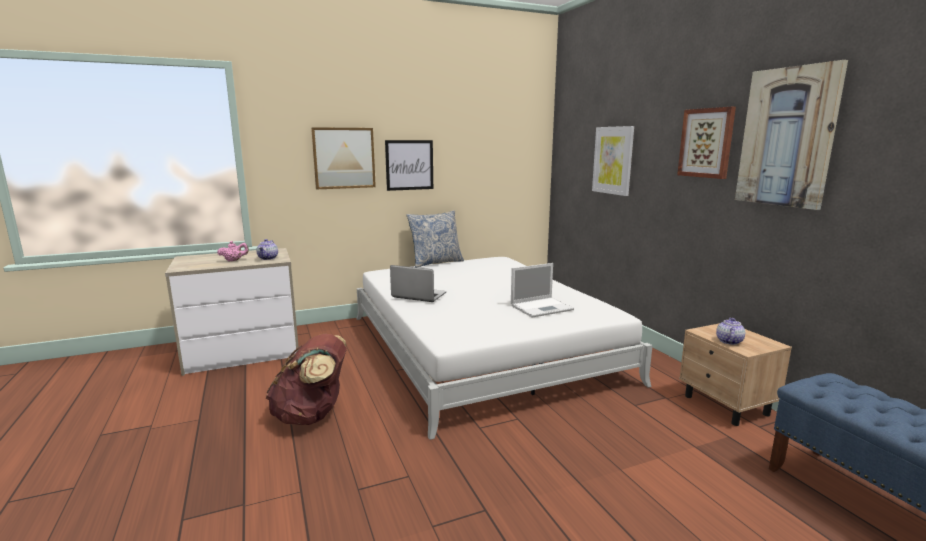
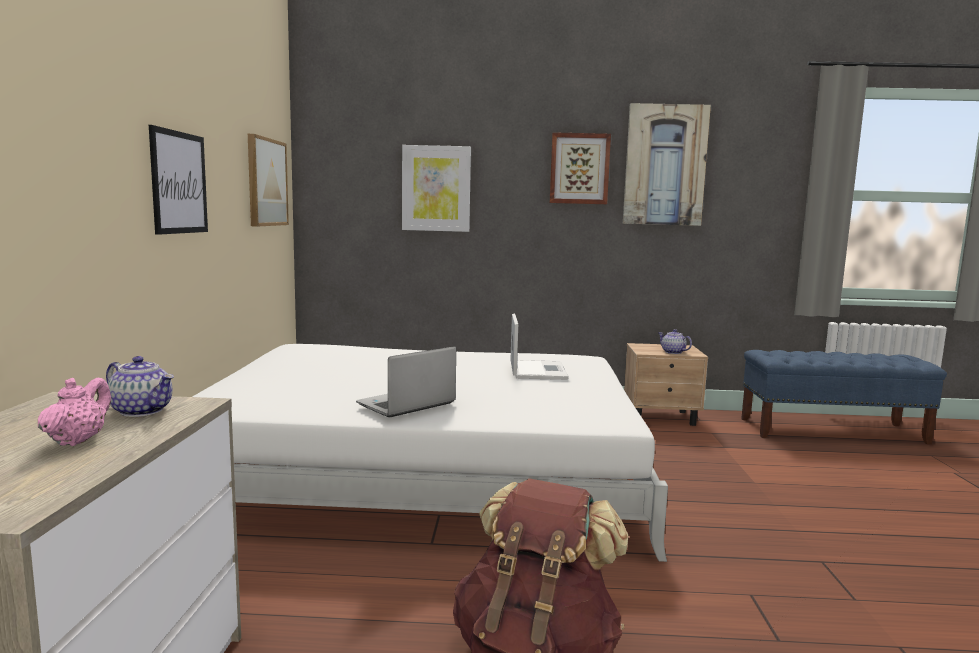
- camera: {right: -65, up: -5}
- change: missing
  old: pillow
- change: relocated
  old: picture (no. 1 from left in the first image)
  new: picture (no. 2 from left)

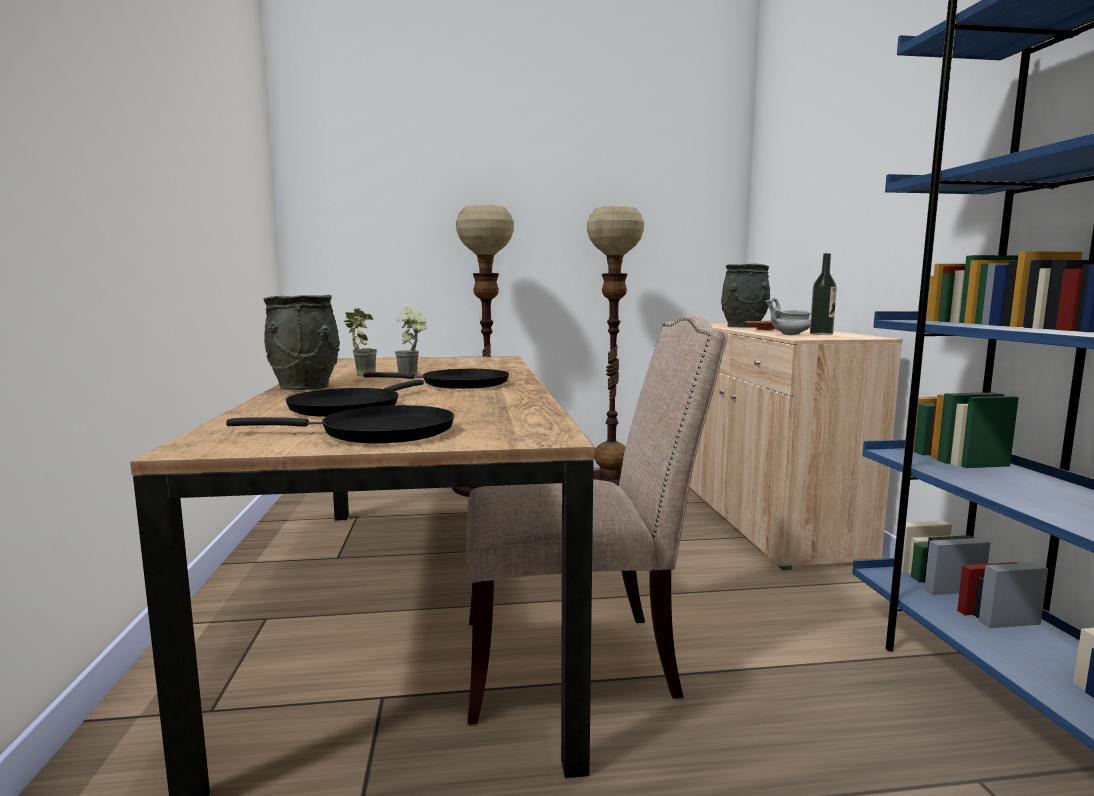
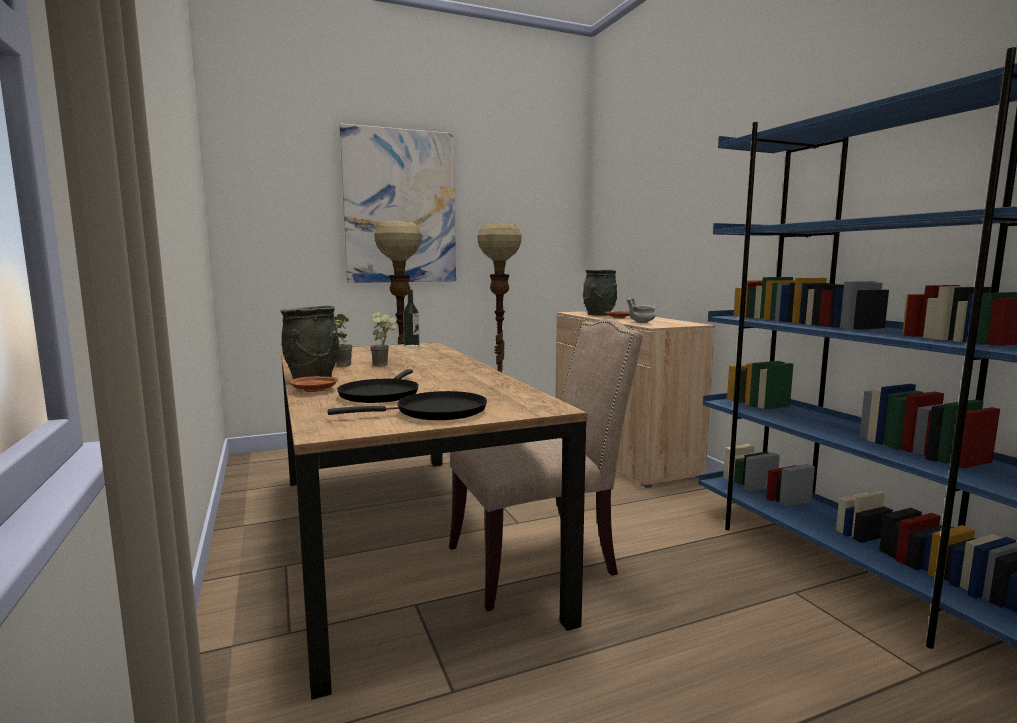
- camera: {right: -15, up: 0}
- change: missing
  old: frying pan (black) (no. 3 from left)
- change: appeared
  new: plate (brown) (no. 1 from left)
- change: appeared
  new: picture
- change: relocated
  old: bottle

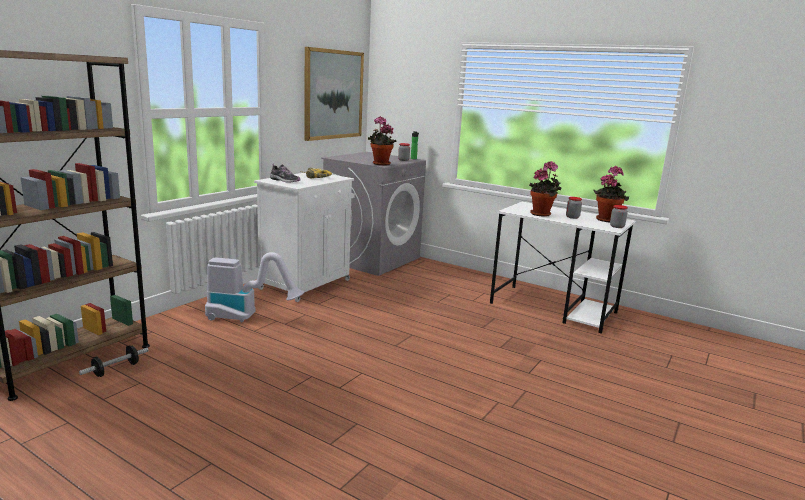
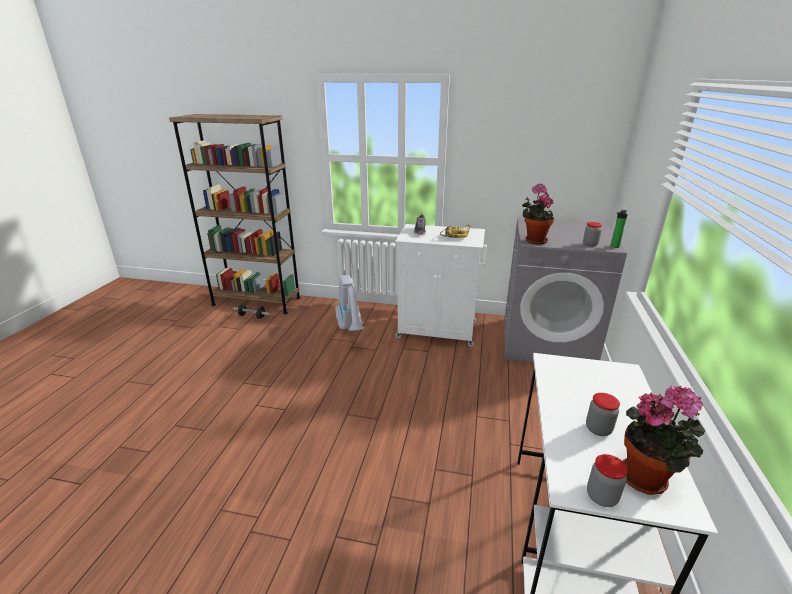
- camera: {right: 70, up: 10}
- change: missing
  old: picture
- change: missing
  old: potted plant (no. 2 from left)

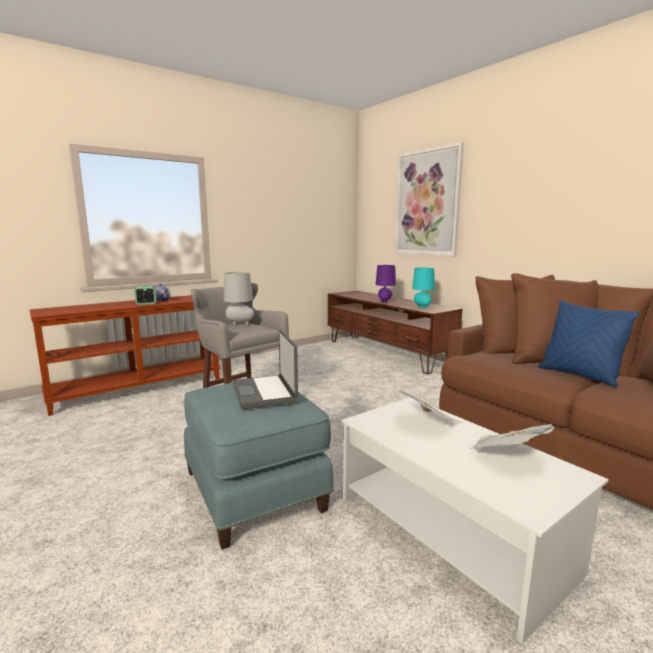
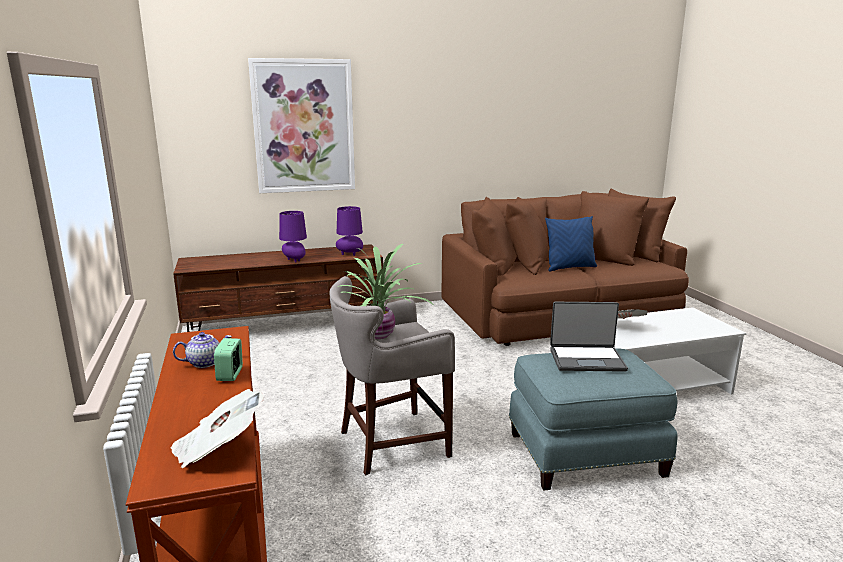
- camera: {right: -70, up: 5}
- change: relocated
  old: newspaper (no. 2 from left in the first image)
  new: newspaper (no. 1 from left)
- change: exchanged
  old: table lamp (grey)
  new: potted plant
- change: colour
  old: table lamp (turquoise)
  new: table lamp (purple) (no. 2 from left)

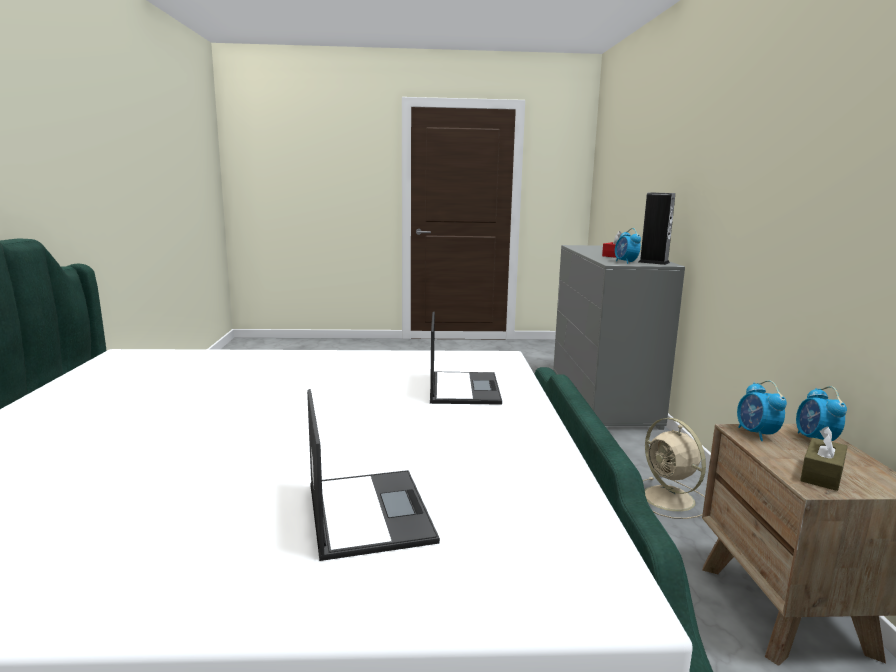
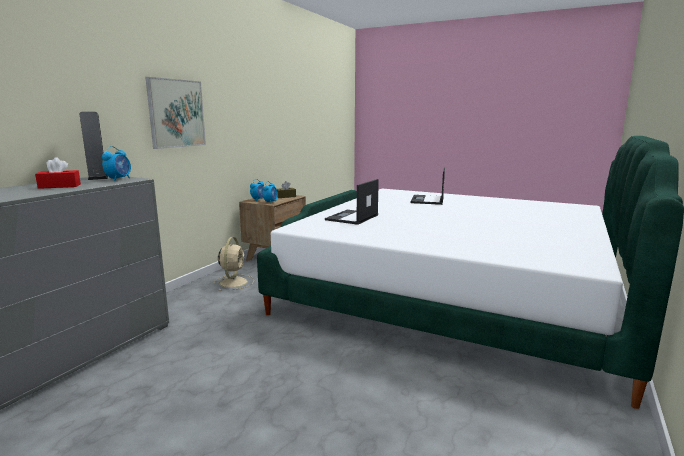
- camera: {right: -150, up: 0}
- change: appeared
  new: picture

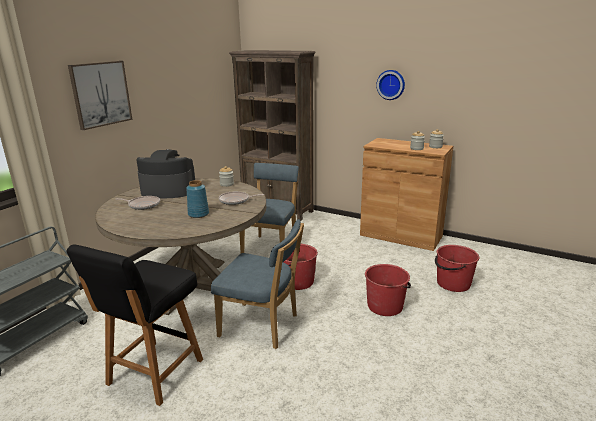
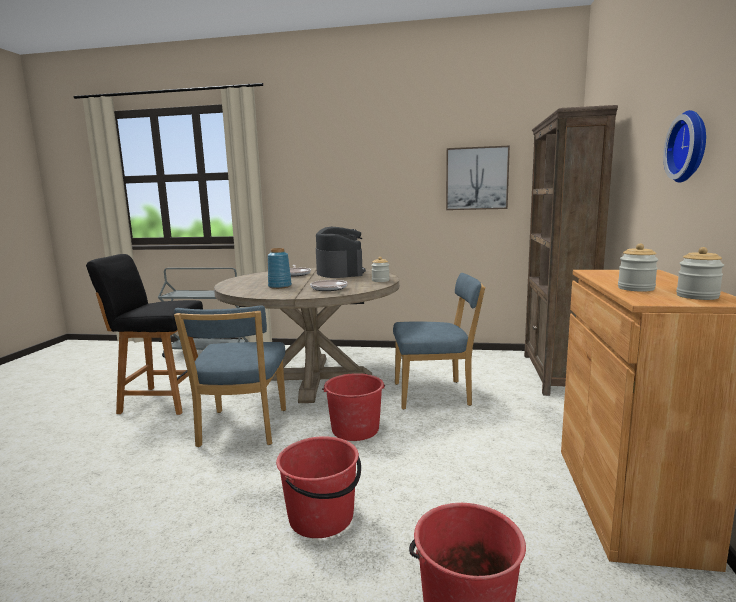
- camera: {right: 70, up: -10}
- change: relocated
  old: picture

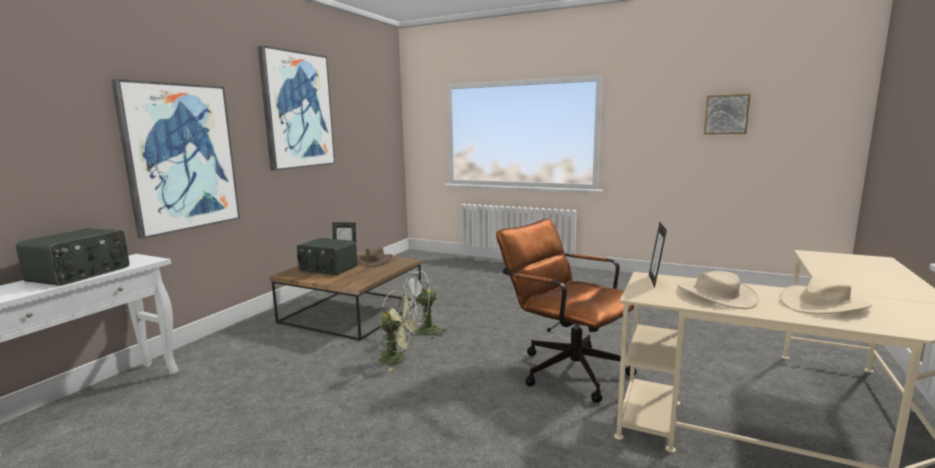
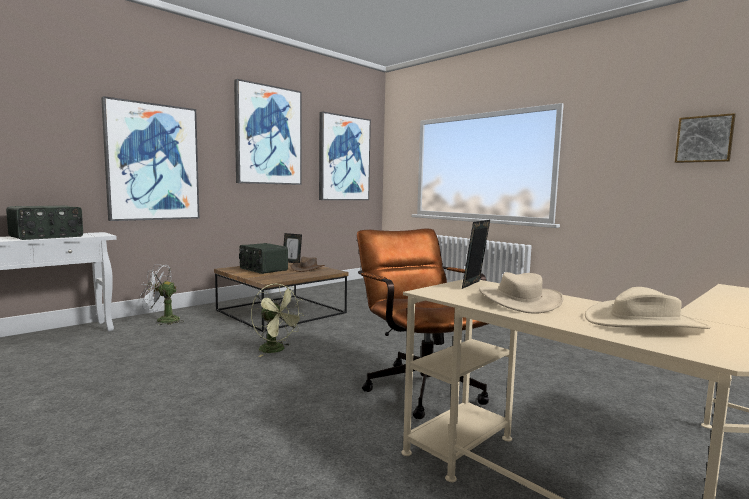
- camera: {right: 20, up: -5}
- change: appeared
  new: picture (no. 3 from left)
- change: relocated
  old: fan (white)

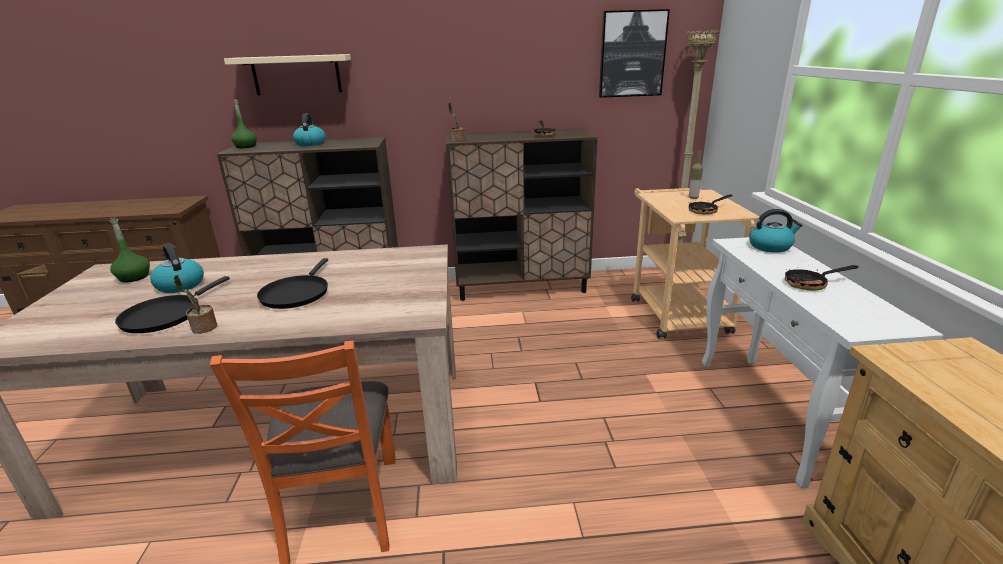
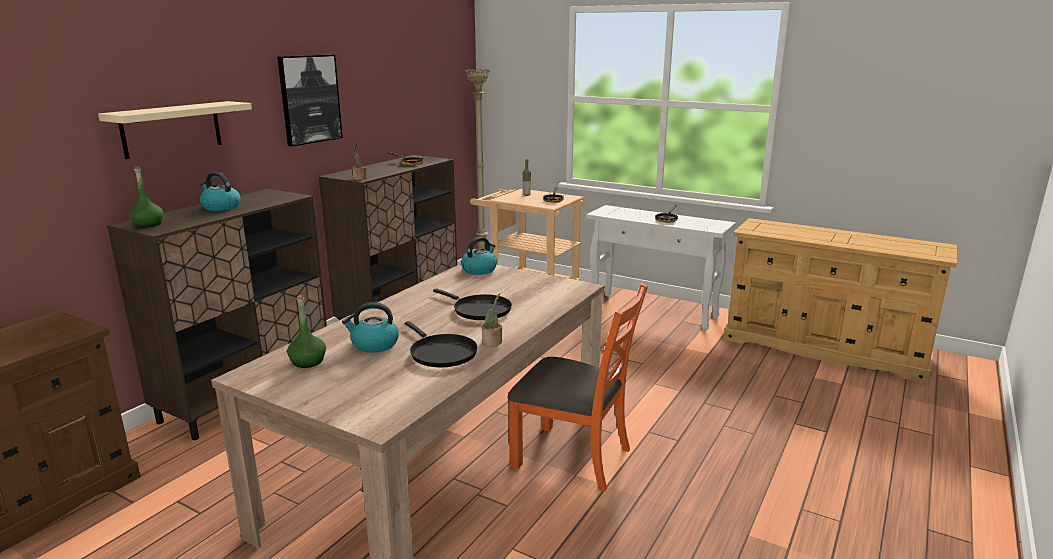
- camera: {right: -55, up: -5}
- change: relocated
  old: picture
- change: relocated
  old: kettle (no. 3 from left)

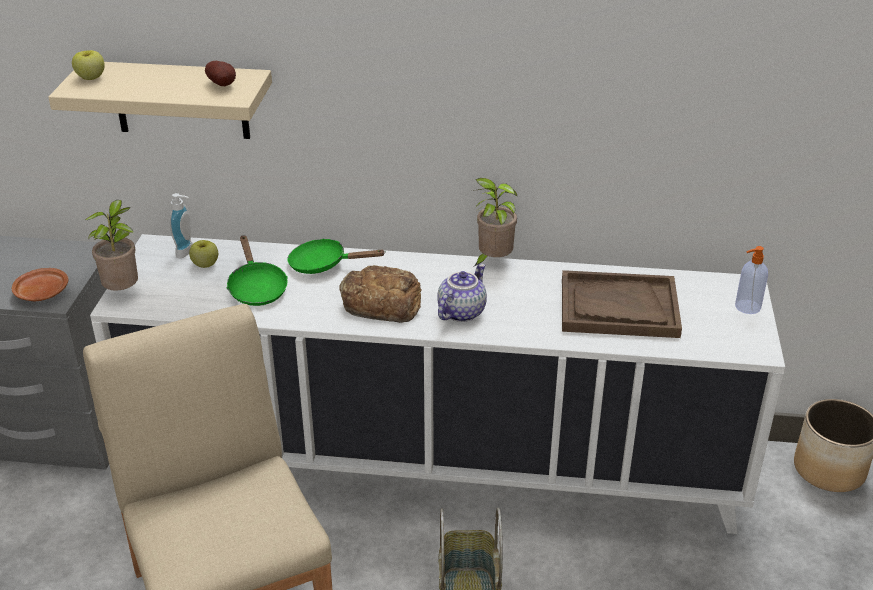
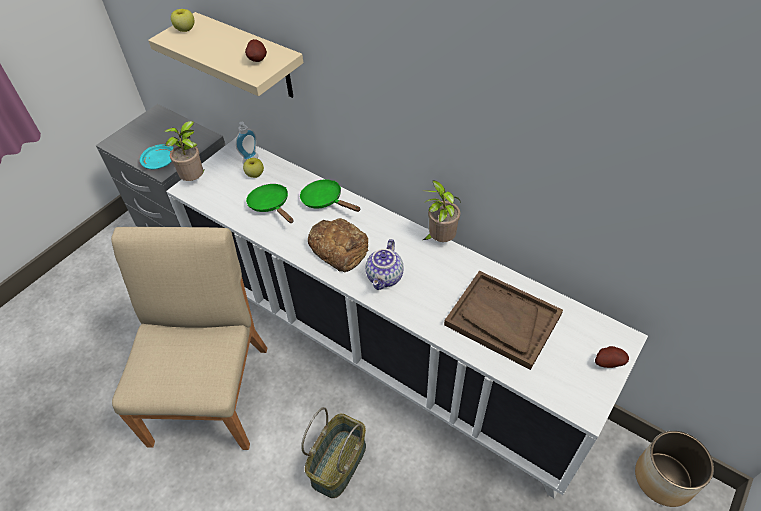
- camera: {right: 30, up: 15}
- change: exchanged
  old: soap dispenser (no. 2 from left)
  new: potato (no. 2 from left)
- change: colour
  old: plate (brown)
  new: plate (turquoise)
- change: spun
  old: frying pan (green) (no. 1 from left)
  degrees: 135
- change: spun
  old: teapot
  degrees: 135

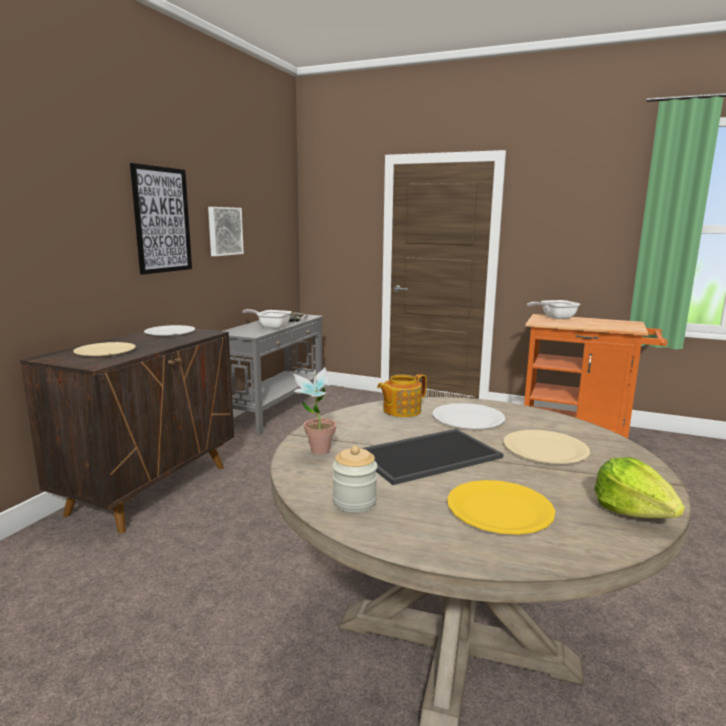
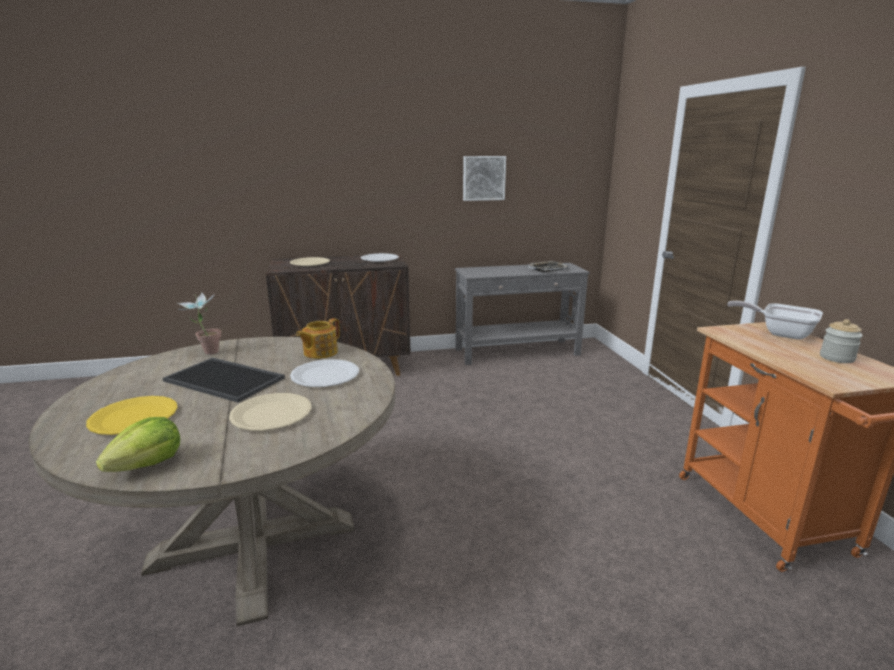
- camera: {right: 55, up: 5}
- change: missing
  old: picture (no. 1 from left)
- change: missing
  old: frying pan (no. 1 from left)
- change: relocated
  old: jar
- change: spun
  old: teapot
  degrees: -75

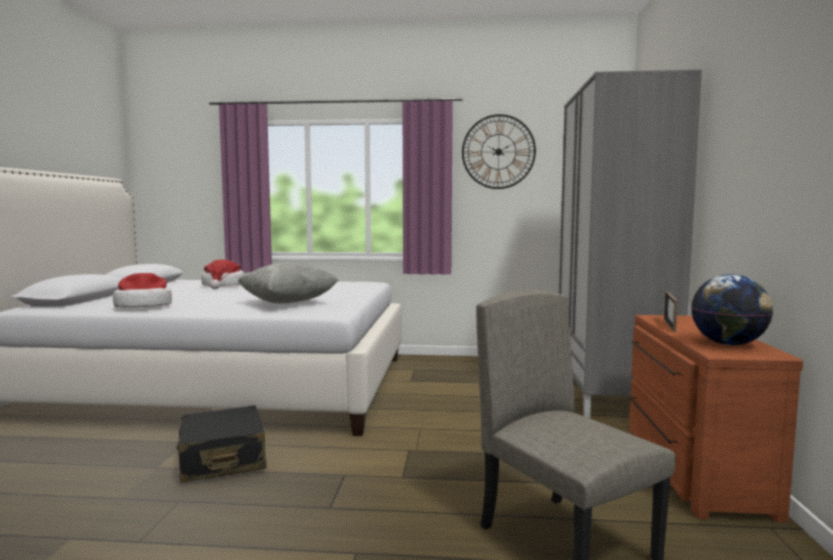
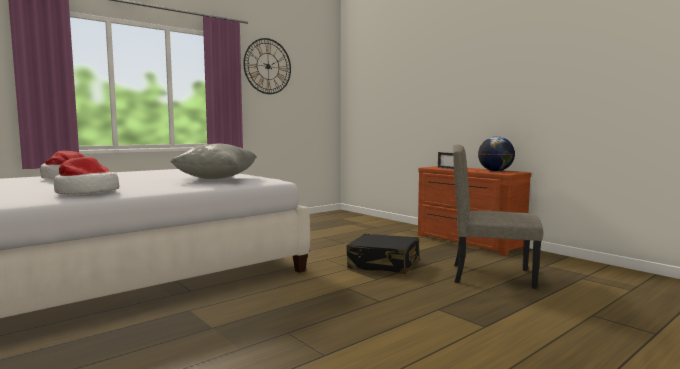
- camera: {right: -45, up: 0}
- change: missing
  old: wardrobe (grey)
- change: relocated
  old: suitcase (black)

